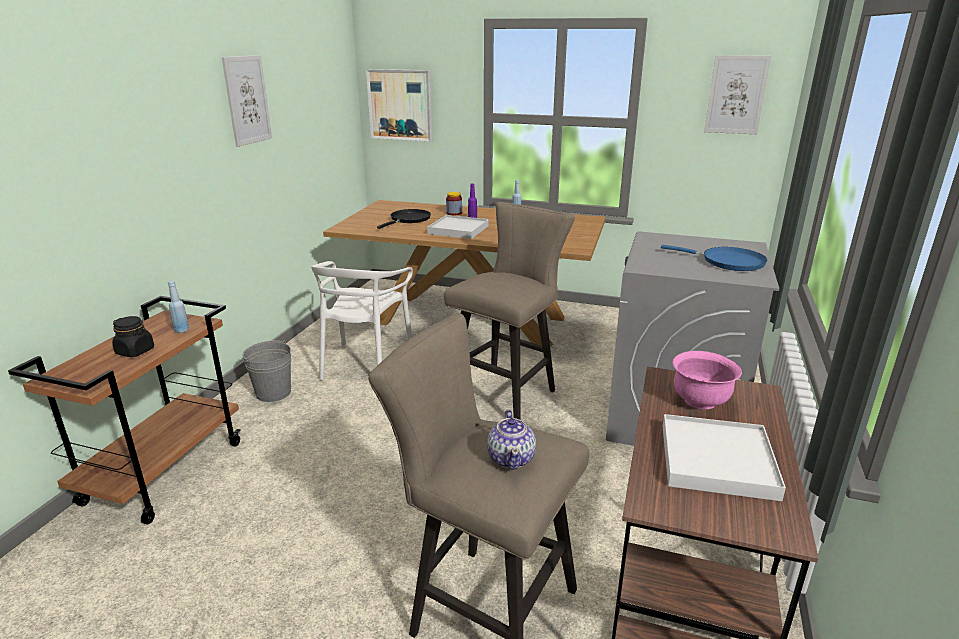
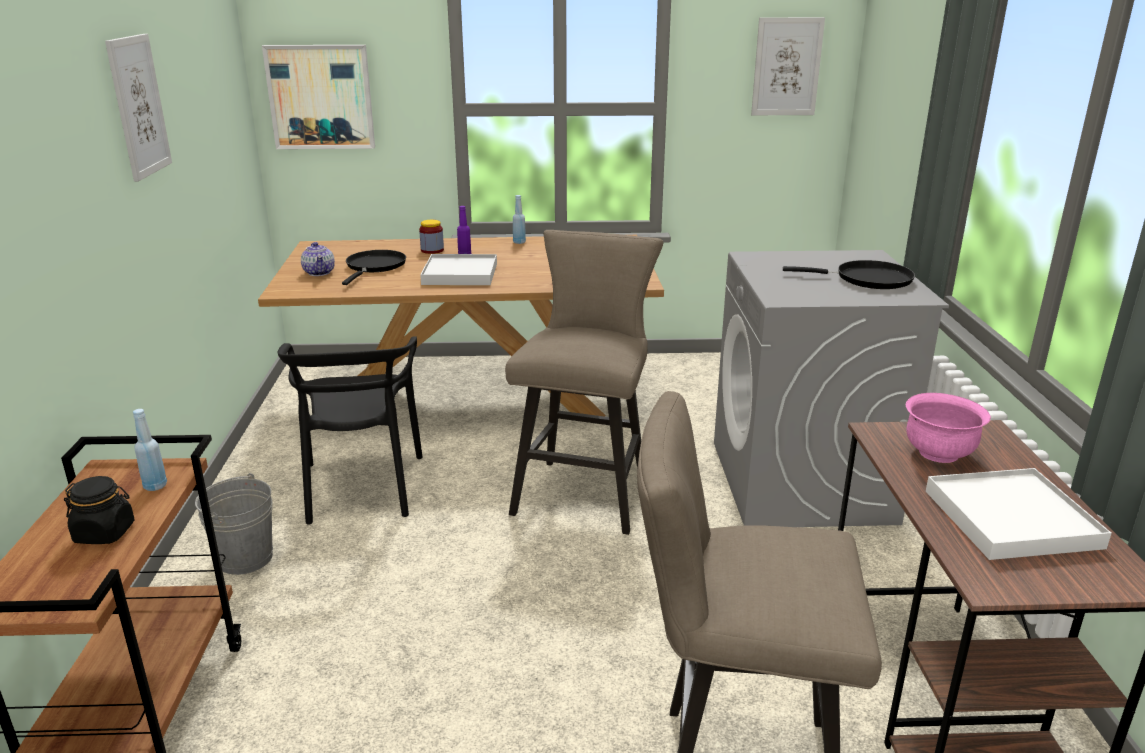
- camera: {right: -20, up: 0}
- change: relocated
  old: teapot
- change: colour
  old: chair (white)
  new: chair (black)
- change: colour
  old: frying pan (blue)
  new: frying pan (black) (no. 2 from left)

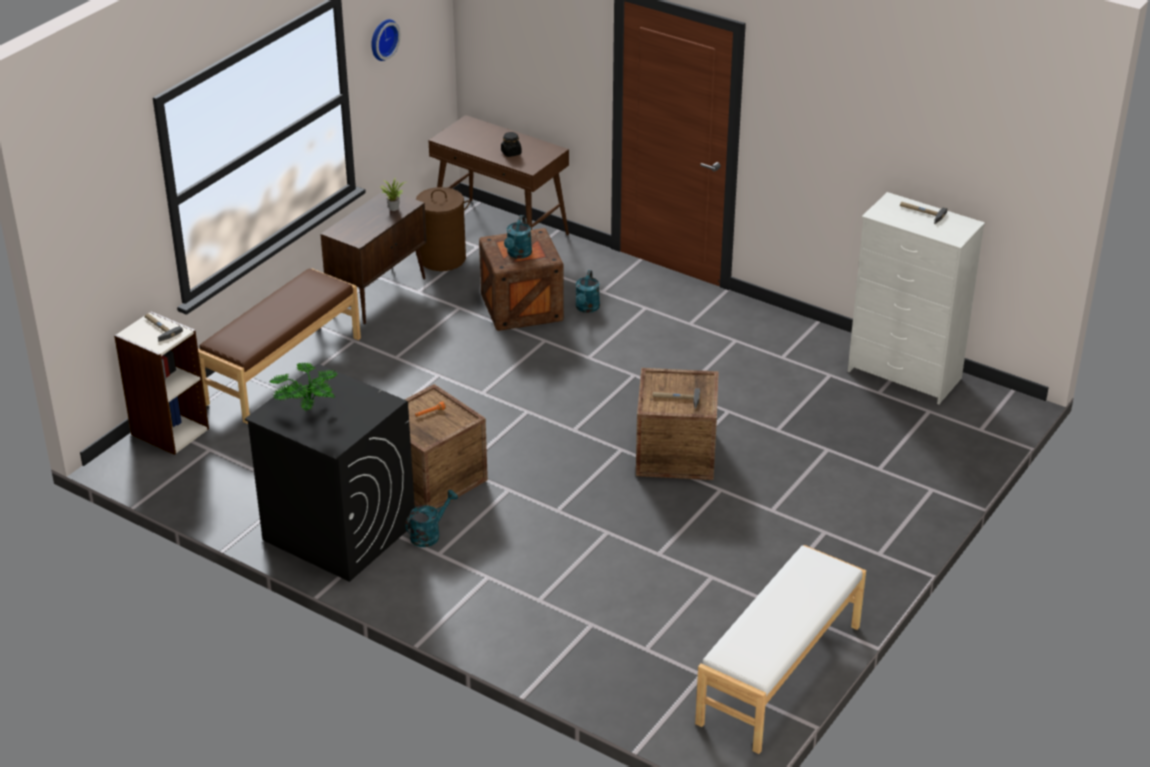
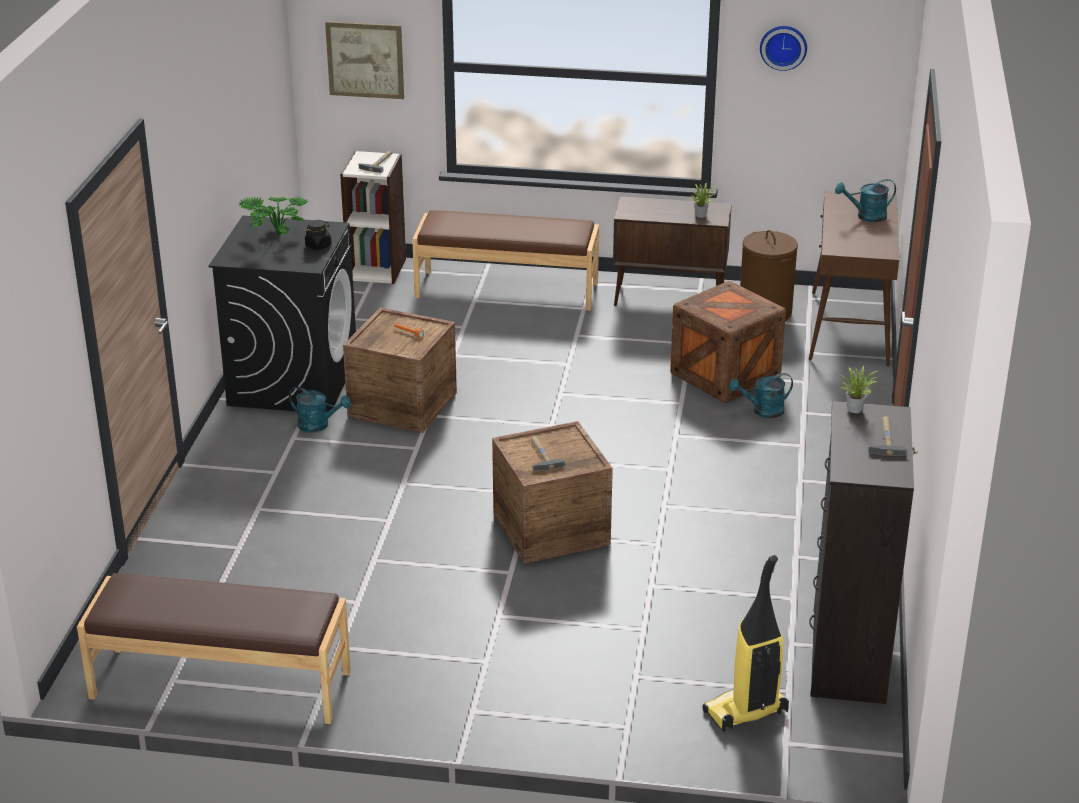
- camera: {right: 65, up: -5}
- change: appeared
  new: picture
- change: appeared
  new: vacuum cleaner
- change: appeared
  new: potted plant (no. 3 from left)
- change: relocated
  old: jar (black)
- change: relocated
  old: watering can (turquoise) (no. 2 from left in the first image)
  new: watering can (turquoise) (no. 3 from left)
- change: colour
  old: bench (white)
  new: bench (brown) (no. 1 from left)
- change: colour
  old: dresser (white)
  new: dresser (black)

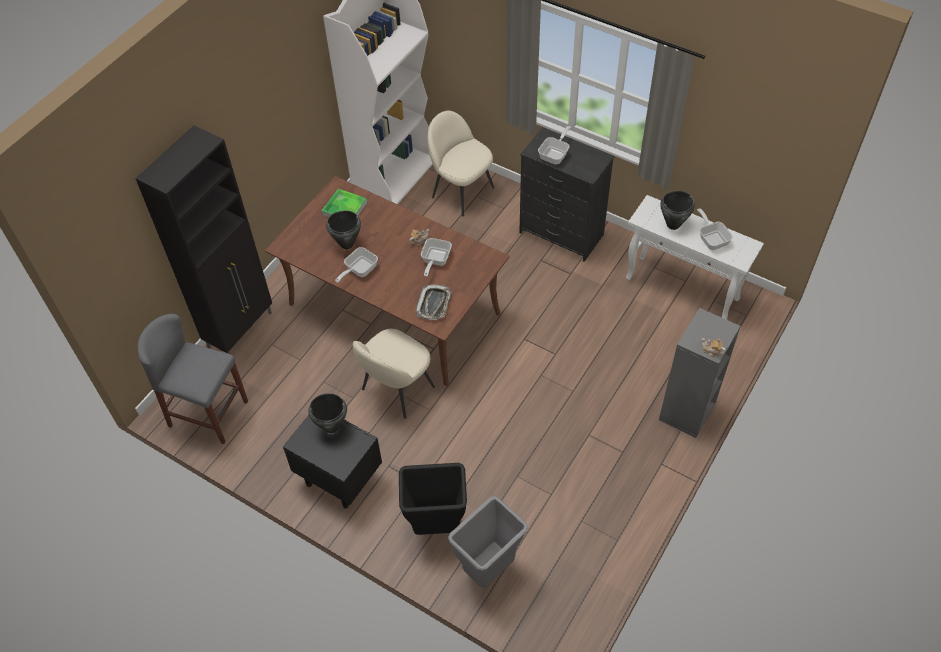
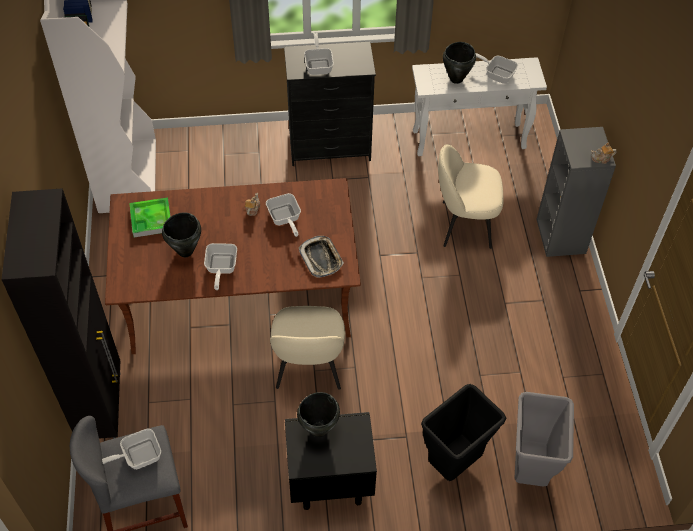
- camera: {right: -40, up: 0}
- change: appeared
  new: frying pan (no. 1 from left)
- change: relocated
  old: chair (beige) (no. 2 from left)

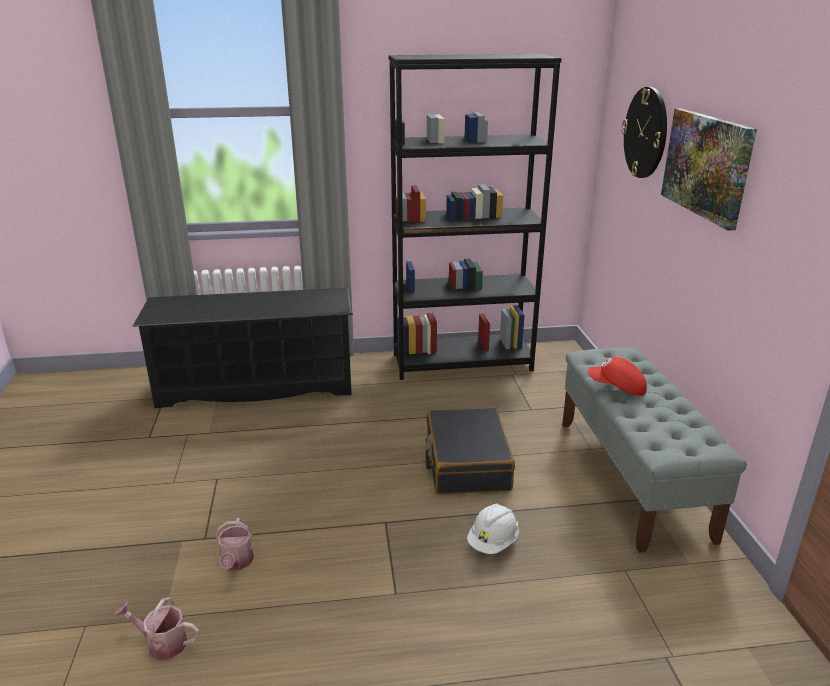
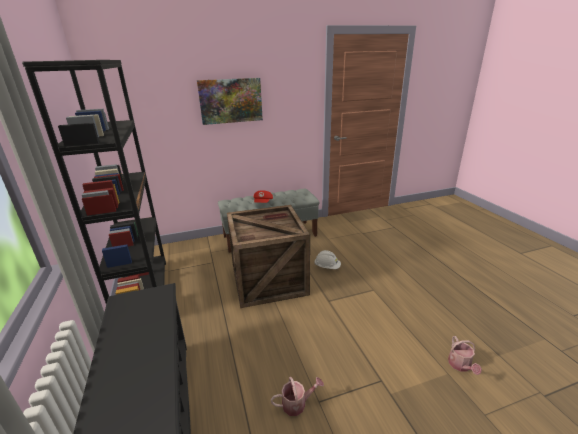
- camera: {right: -100, up: 0}
- change: missing
  old: wall clock
- change: relocated
  old: watering can (no. 2 from left in the first image)
  new: watering can (no. 1 from left)
- change: exchanged
  old: suitcase (black)
  new: crate

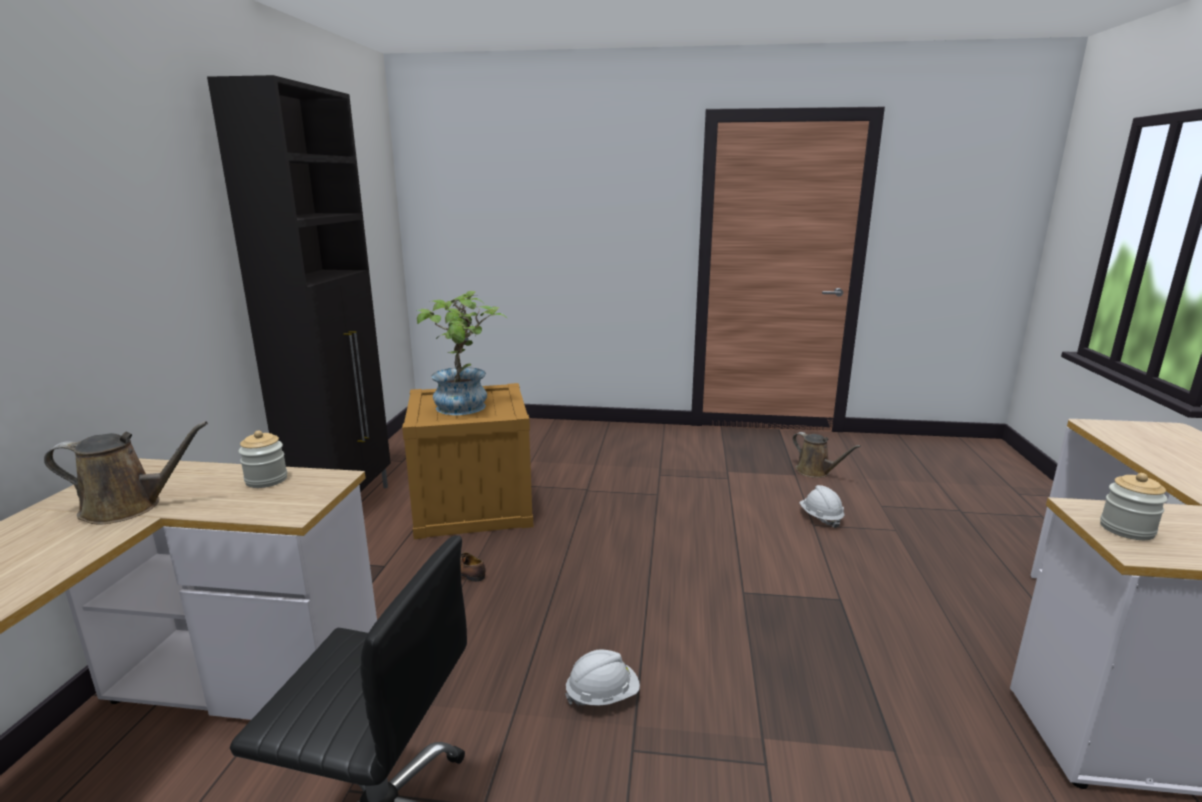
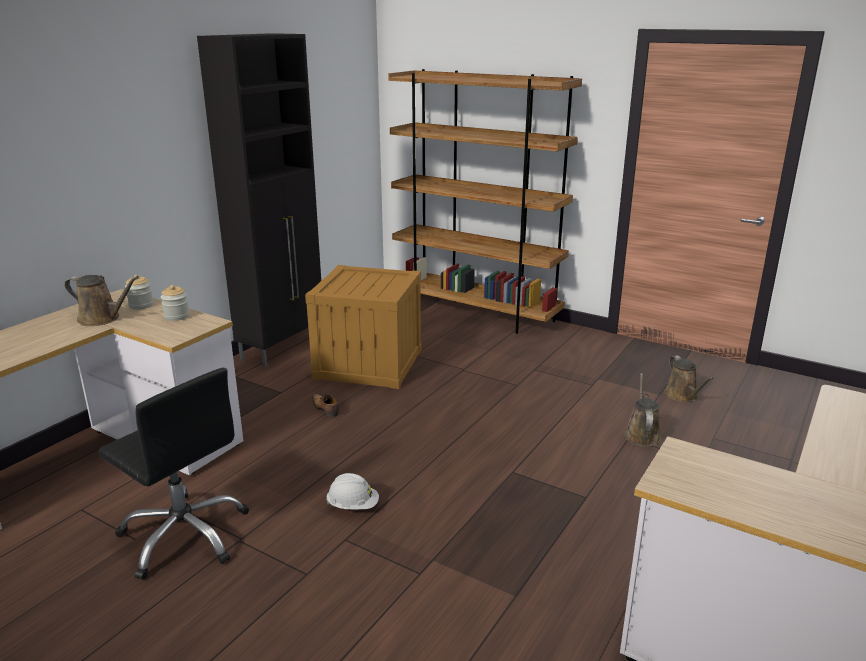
- camera: {right: 25, up: 5}
- change: missing
  old: potted plant
- change: appeared
  new: bookcase (brown)
- change: relocated
  old: jar (no. 2 from left in the first image)
  new: jar (no. 1 from left)
- change: exchanged
  old: hard hat (white) (no. 2 from left)
  new: watering can (brown) (no. 2 from left)

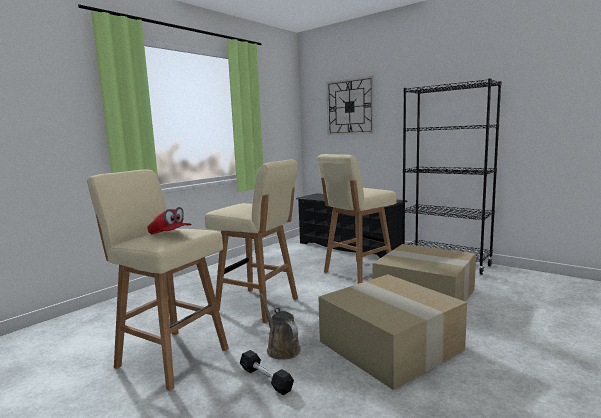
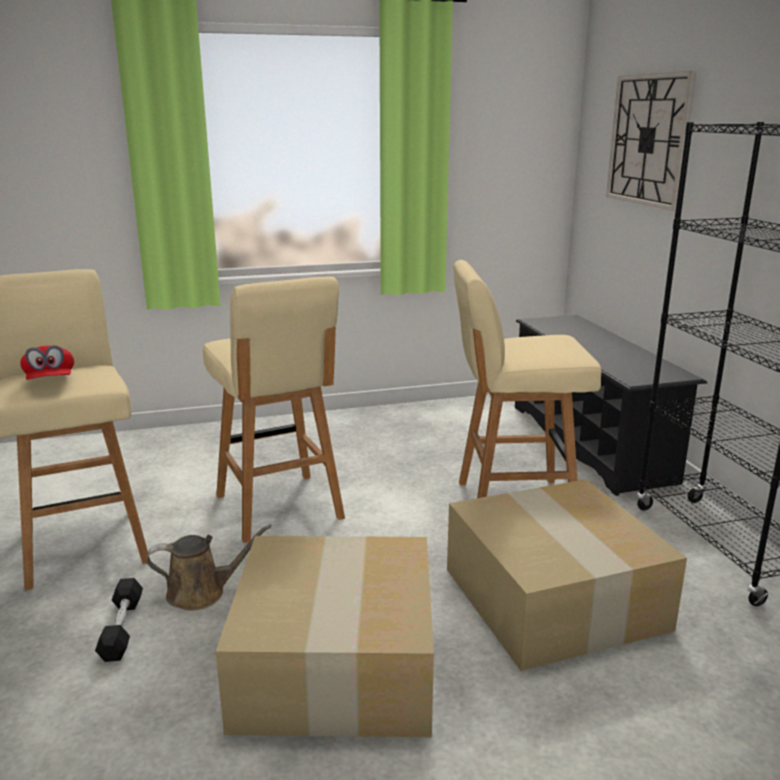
- camera: {right: 35, up: 10}
- change: spun
  old: watering can (brown)
  degrees: 75

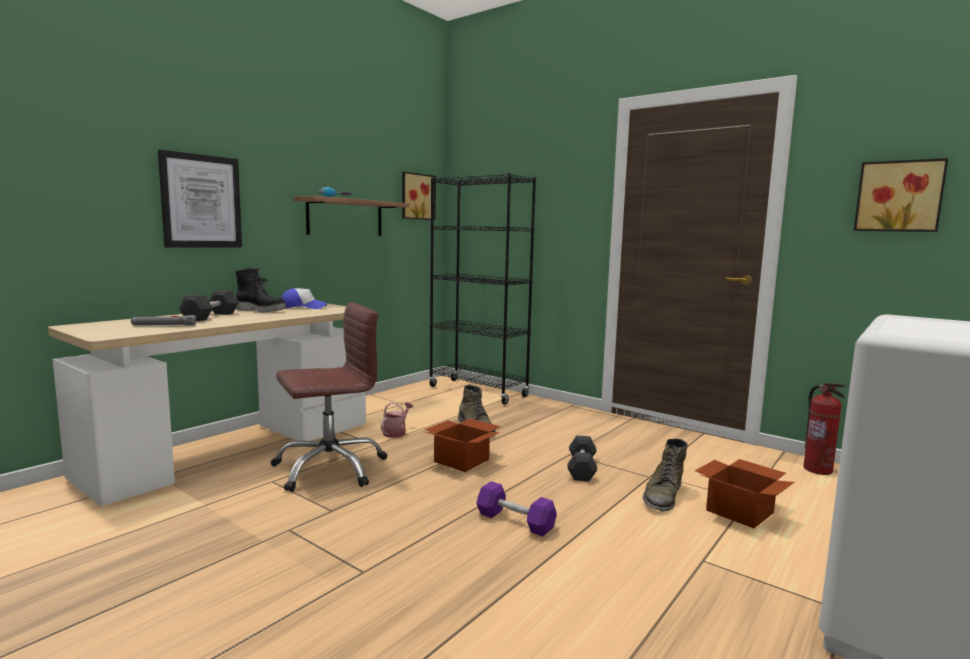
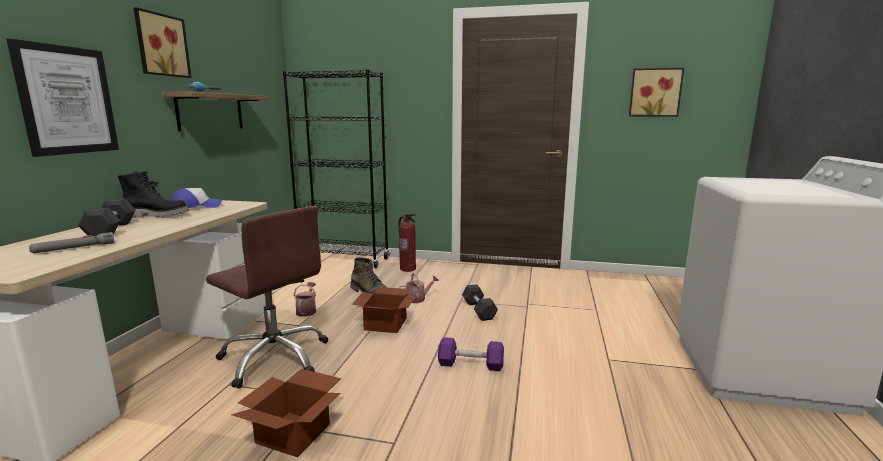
- camera: {right: -25, up: 5}
- change: missing
  old: boot (green) (no. 2 from left)
- change: appeared
  new: watering can (no. 2 from left)
- change: relocated
  old: picture (no. 2 from left)
- change: relocated
  old: cardboard box (no. 2 from left in the first image)
  new: cardboard box (no. 1 from left)
- change: relocated
  old: fire extinguisher
- change: spun
  old: office chair (brown)
  degrees: 90

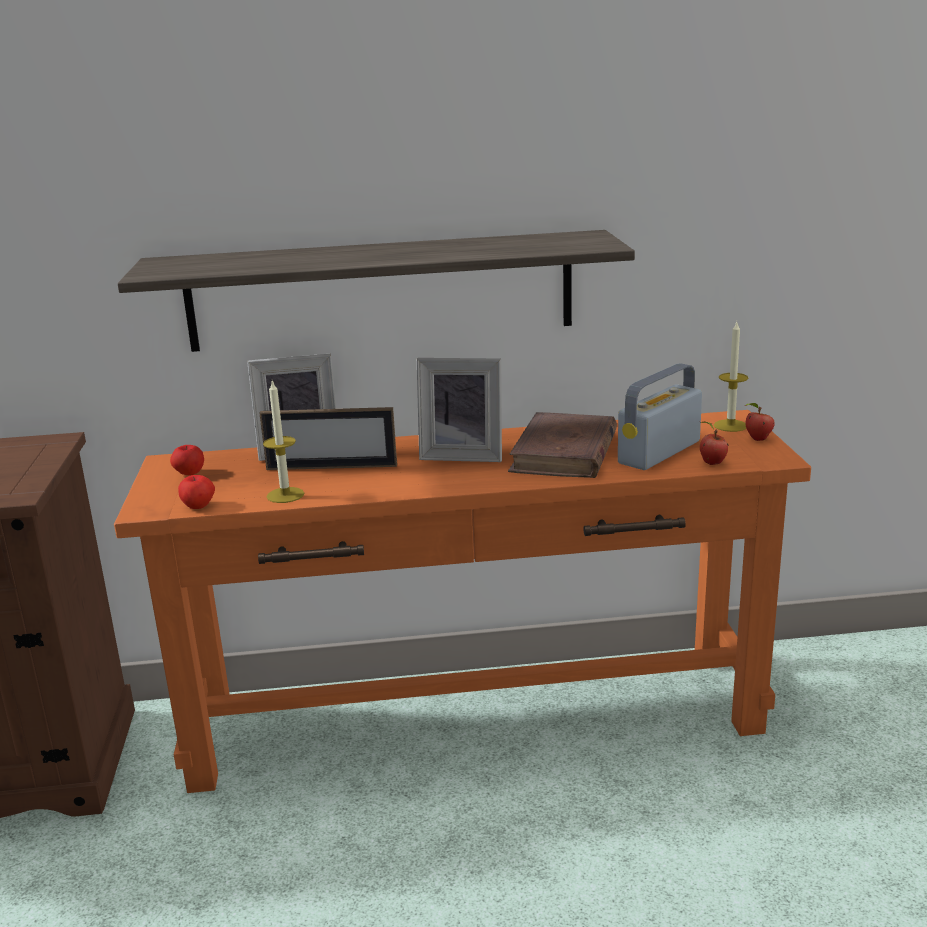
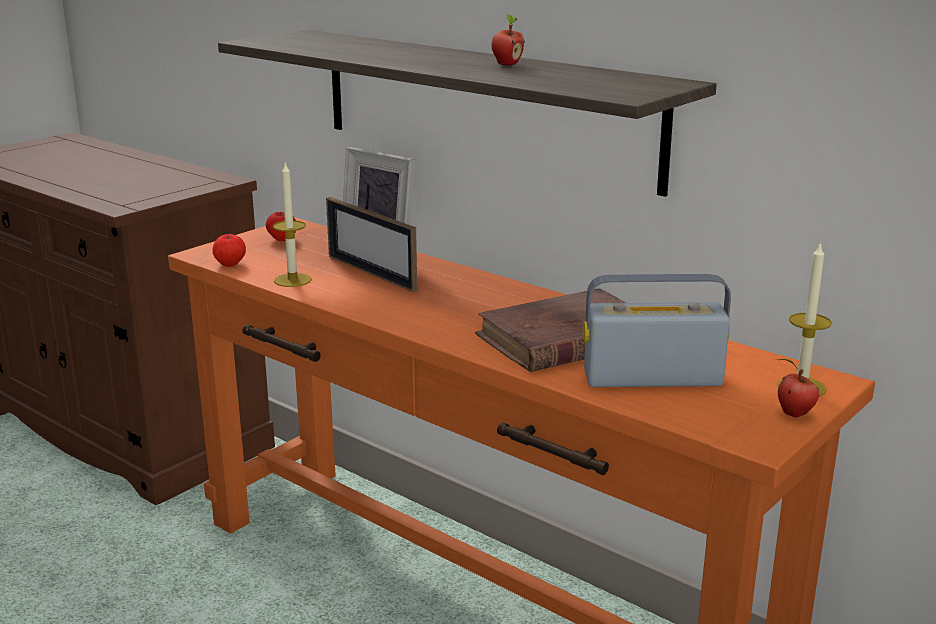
- camera: {right: 45, up: 0}
- change: missing
  old: picture frame (no. 3 from left)
- change: relocated
  old: apple (no. 3 from left)

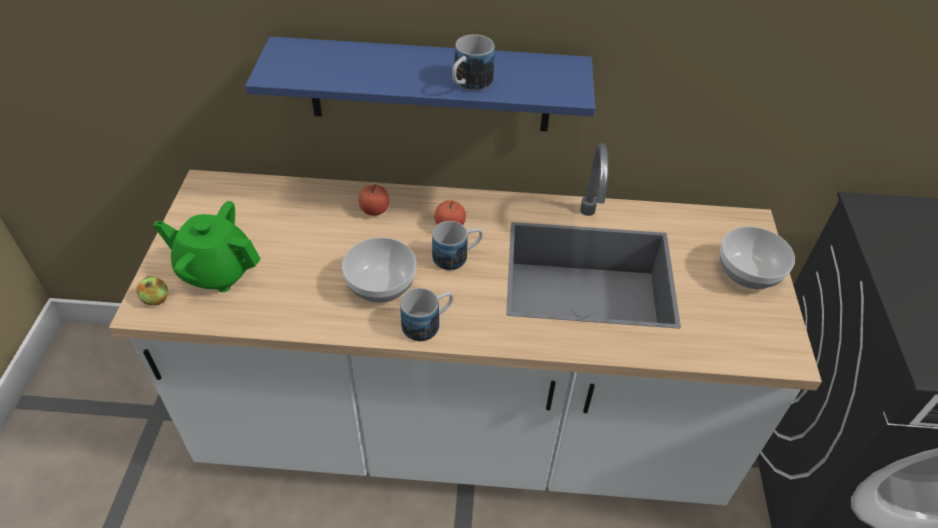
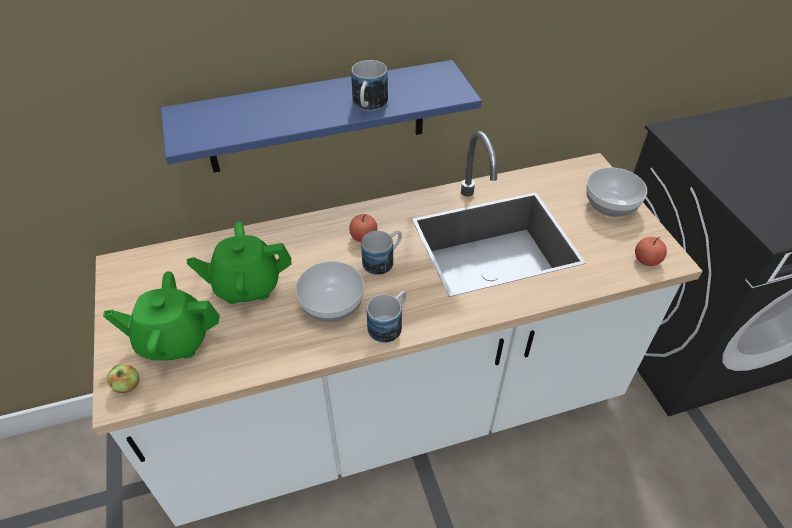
- camera: {right: -20, up: 0}
- change: appeared
  new: teapot (green) (no. 2 from left)
- change: relocated
  old: apple (no. 2 from left in the first image)
  new: apple (no. 3 from left)

